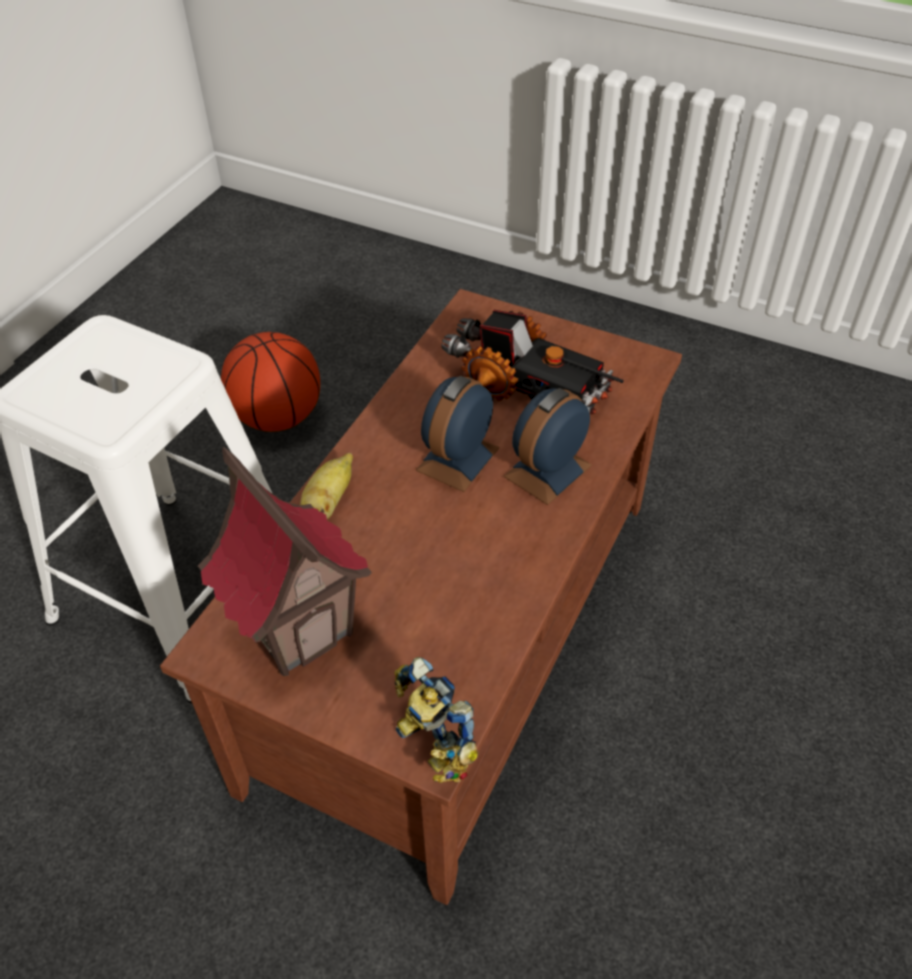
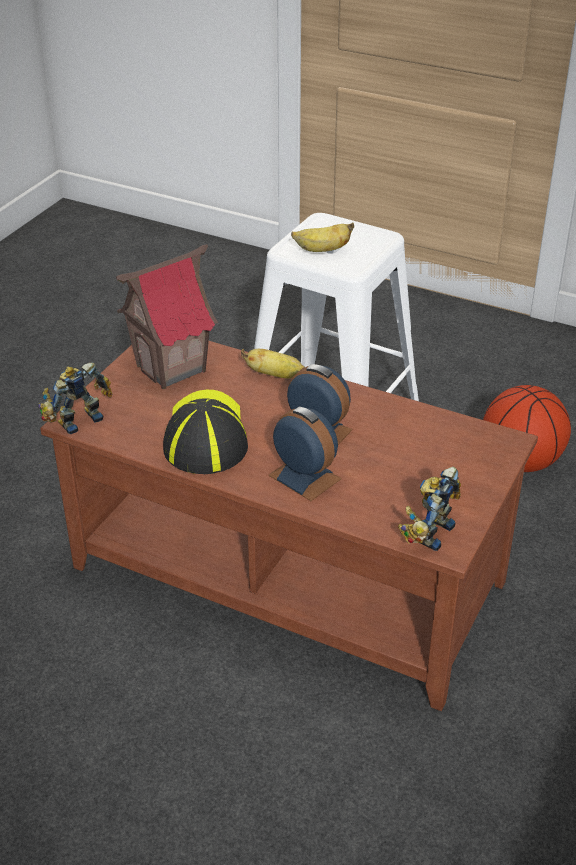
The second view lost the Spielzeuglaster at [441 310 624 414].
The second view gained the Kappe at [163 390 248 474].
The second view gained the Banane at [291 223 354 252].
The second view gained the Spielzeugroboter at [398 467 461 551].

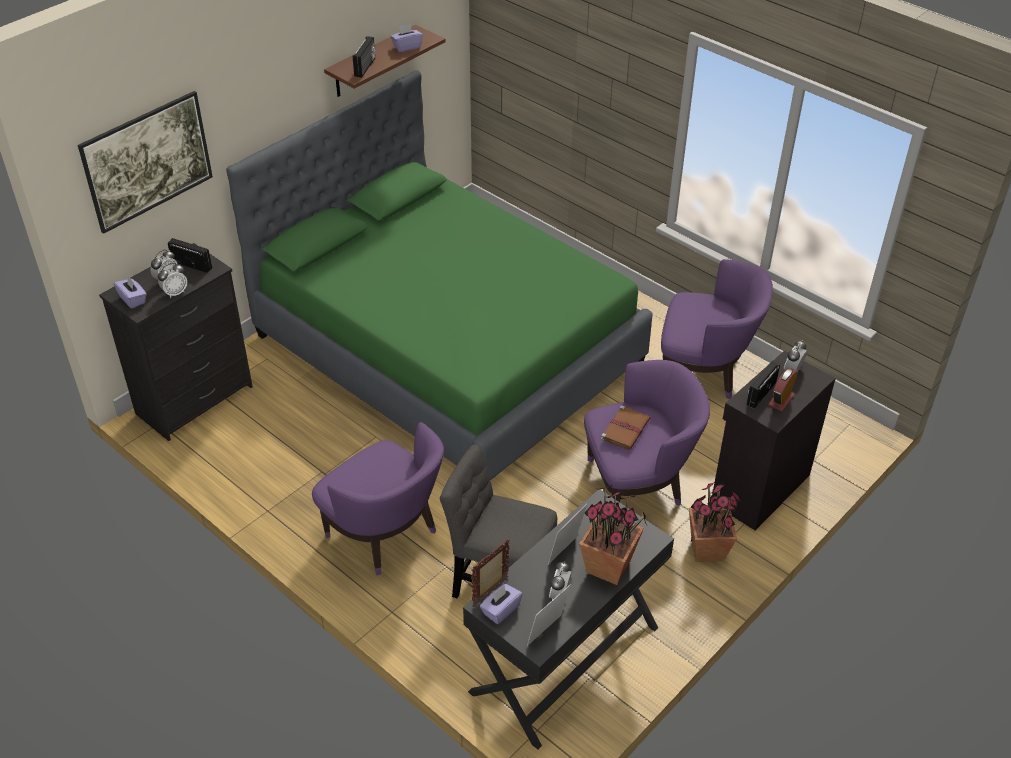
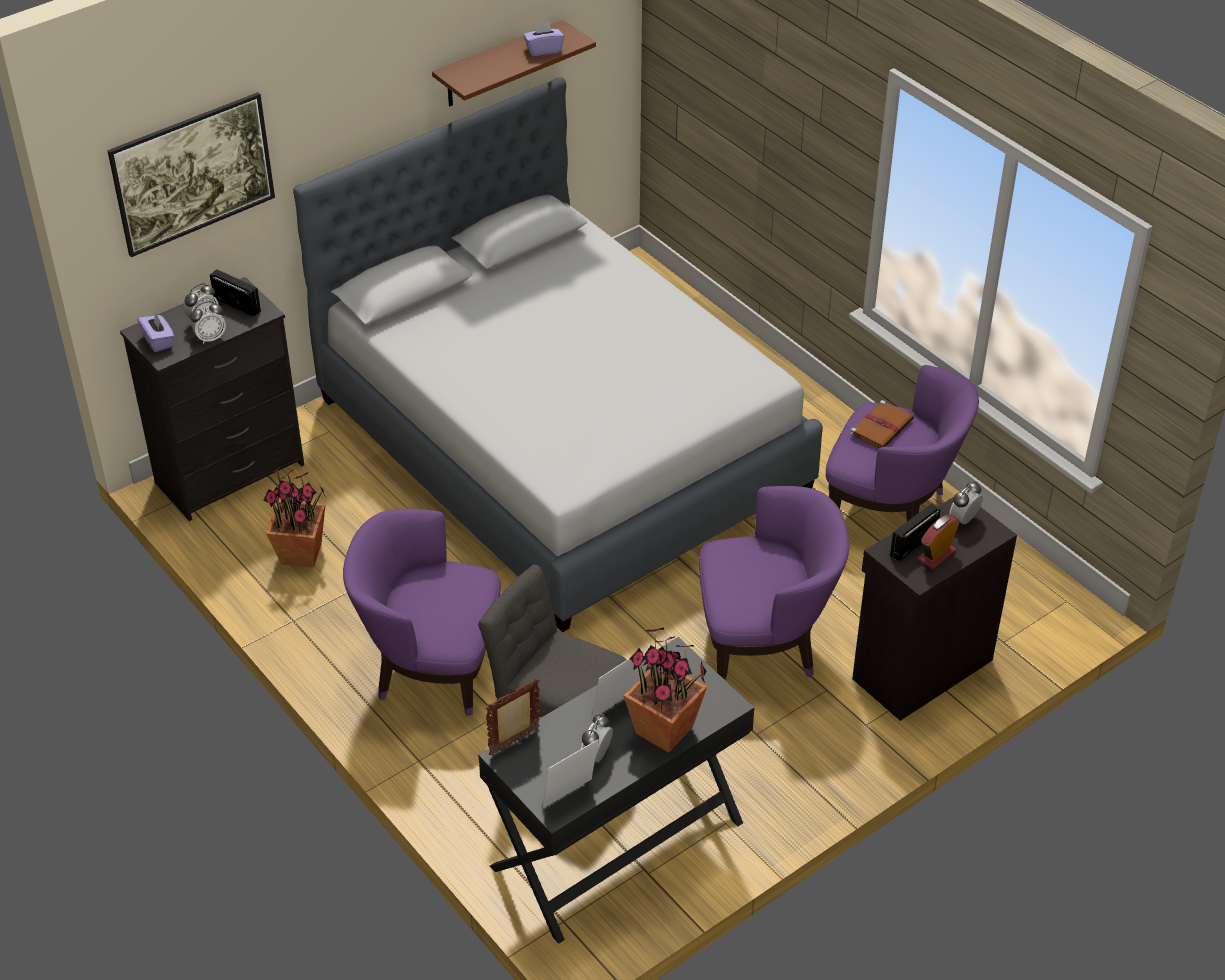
The second view lost the Radio at [353 36 375 78].
The second view lost the Taschentuchbox [lila] at [480 584 523 624].
The Buch [braun] ended up elsewhere, having gone from [601 406 651 450] to [850 400 914 449].
The Topfpflanze ended up elsewhere, having gone from [689 483 741 562] to [263 465 326 567].
What was the Bett [grün] at [226 70 653 480] turned into the Bett [grau] at [293 77 823 632].
The Sessel [lila] at [312 422 444 575] ended up facing another way, 135 degrees clockwise from before.

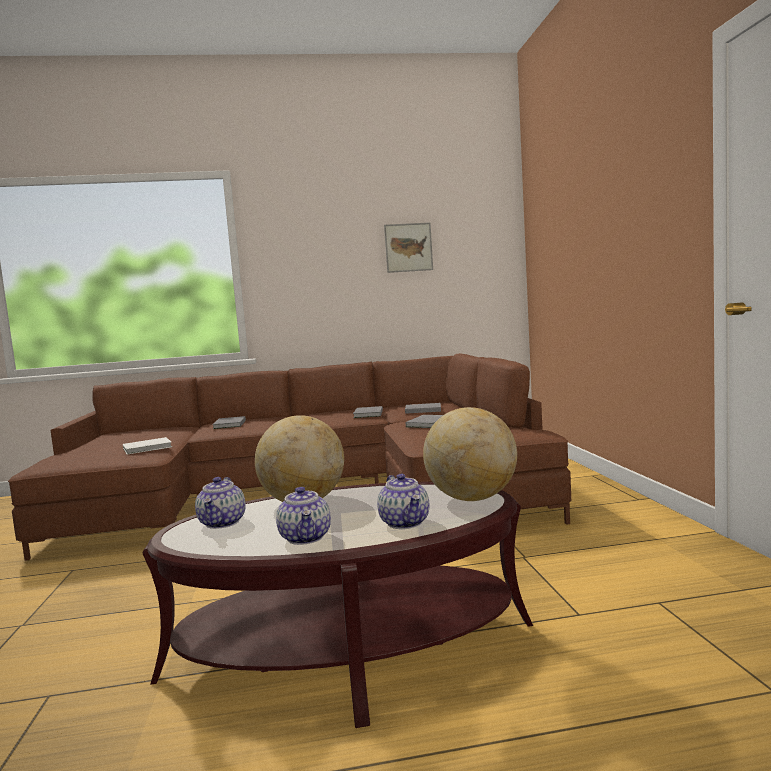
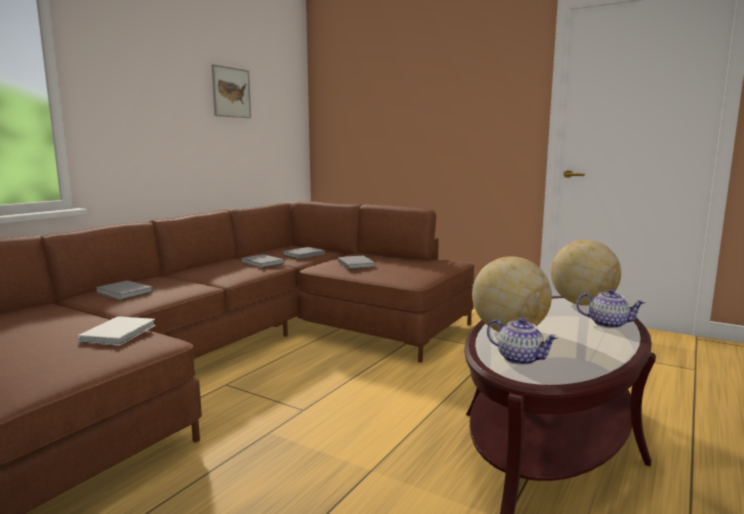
The second view lost the Teekanne at [276 487 331 545].

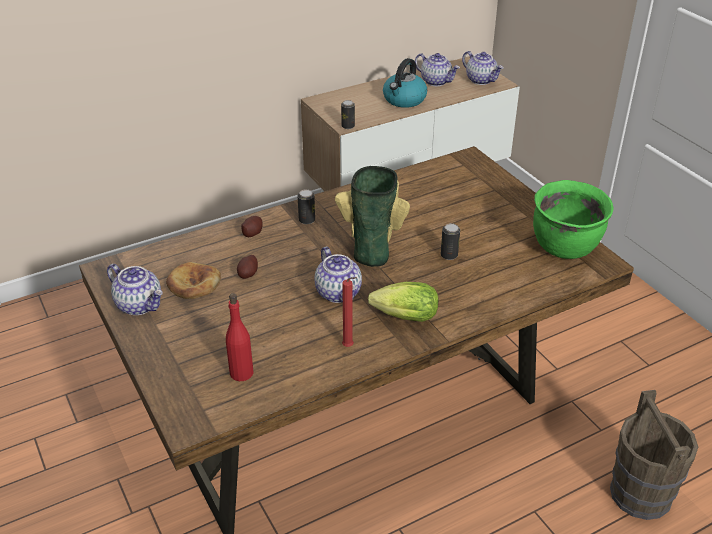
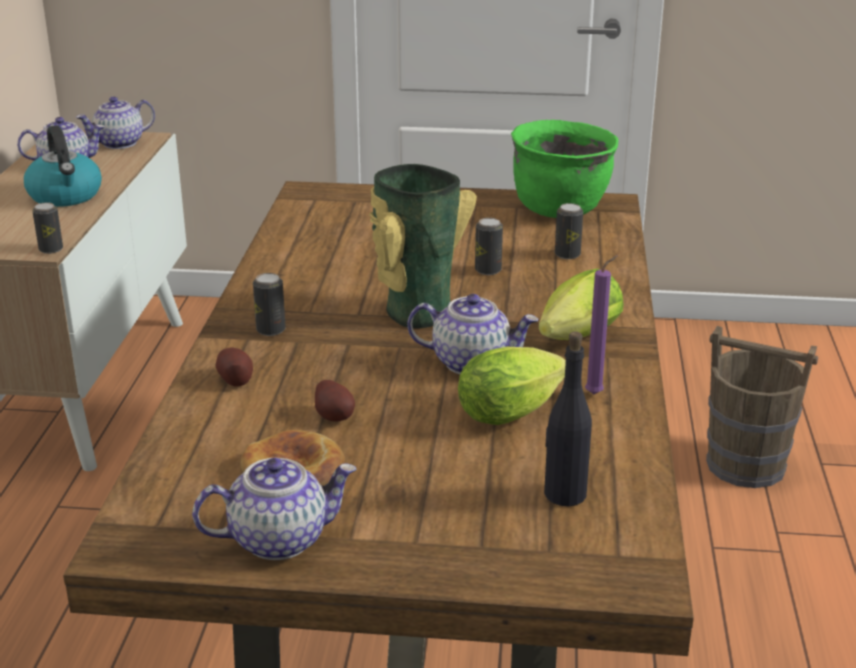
The second view gained the Salatkopf at [458 347 566 425].
The second view gained the Dose at [555 203 583 259].
What was the Flasche [rot] at [226 293 253 381] turned into the Flasche [schwarz] at [544 332 592 506].
What was the Kerze [rot] at [342 277 356 347] turned into the Kerze [lila] at [585 255 618 394].
The Teekanne at [462 51 503 85] ended up facing another way, 150 degrees clockwise from before.

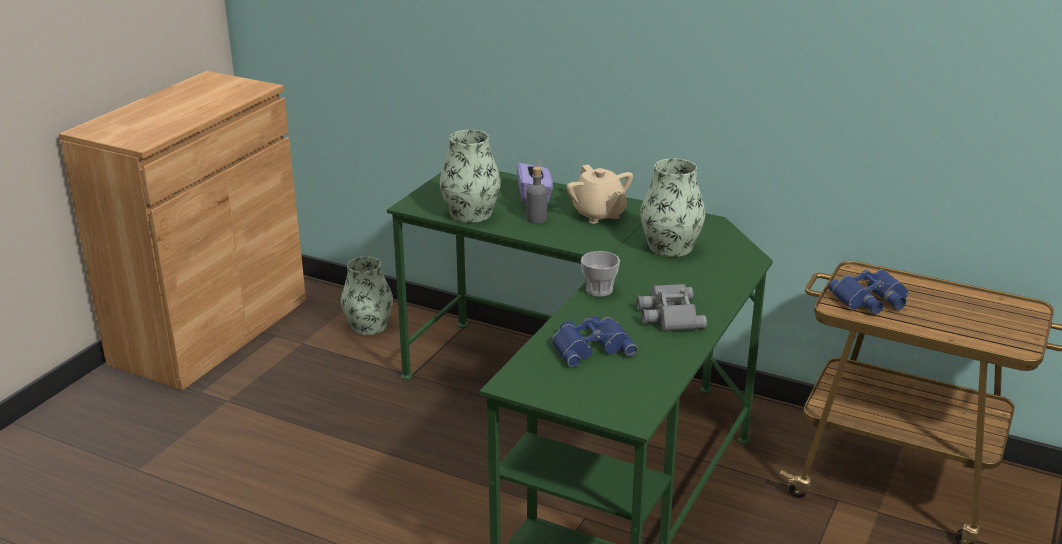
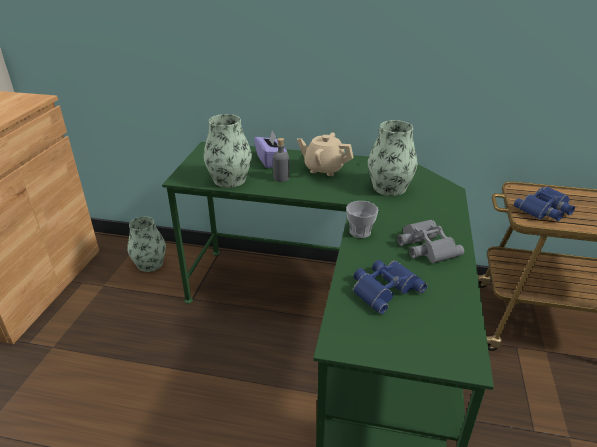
The Teekanne [beige] at [567 165 633 224] ended up facing another way, 150 degrees clockwise from before.

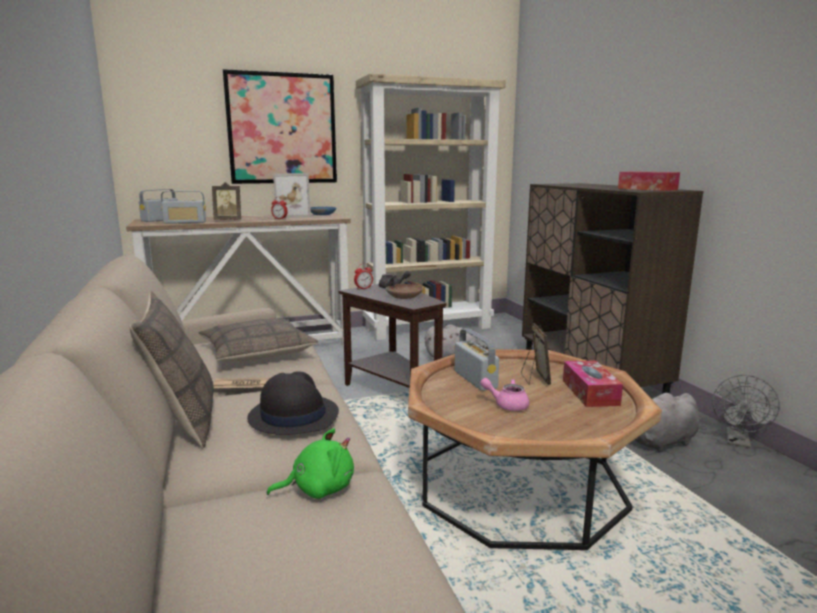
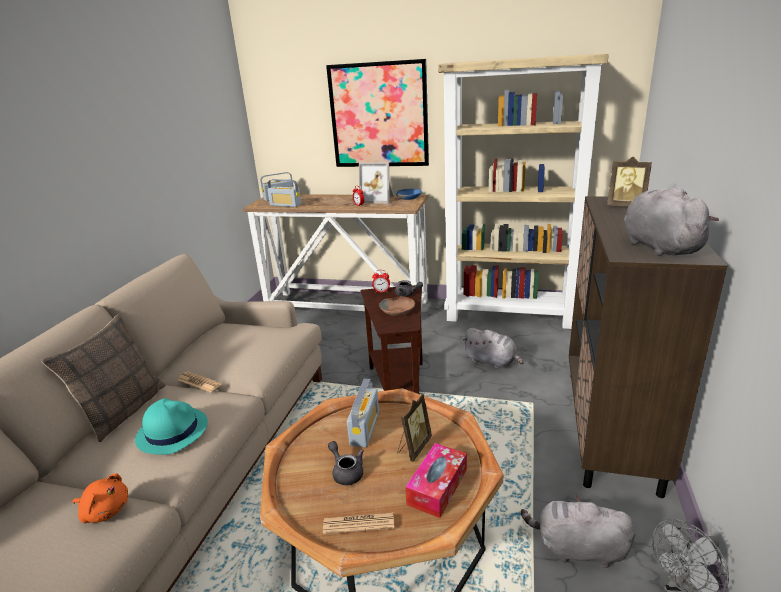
The second view lost the Kissen at [199 318 318 362].
The second view gained the Zeitung at [323 512 394 534].
The Bilderrahmen ended up elsewhere, having gone from [212 182 241 220] to [607 157 652 206].
Where the Taschentuchbox stood at [618 171 680 191], the Plüschtier [grau] came to stand at [624 186 719 256].
What was the Hut [schwarz] at [247 371 339 435] turned into the Hut [türkis] at [135 398 208 455].
What was the Plüschtier [grün] at [267 428 354 499] turned into the Plüschtier [orange] at [72 473 128 524].
What was the Teekanne [rosa] at [480 378 529 411] turned into the Teekanne [grau] at [328 441 364 485].

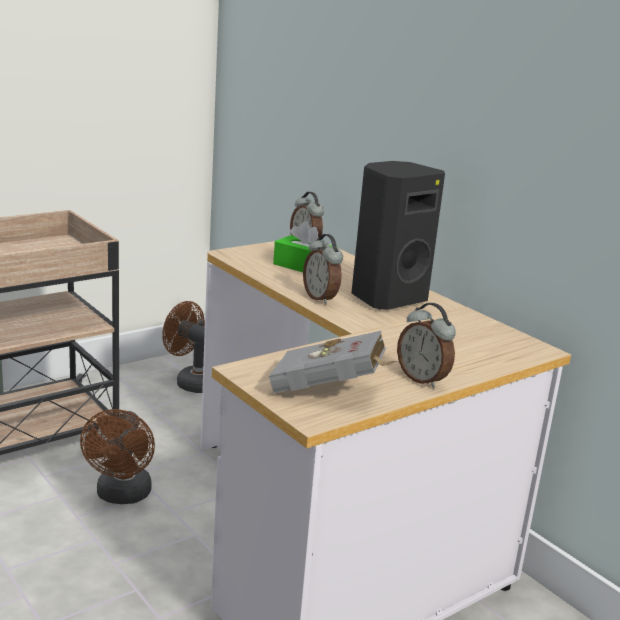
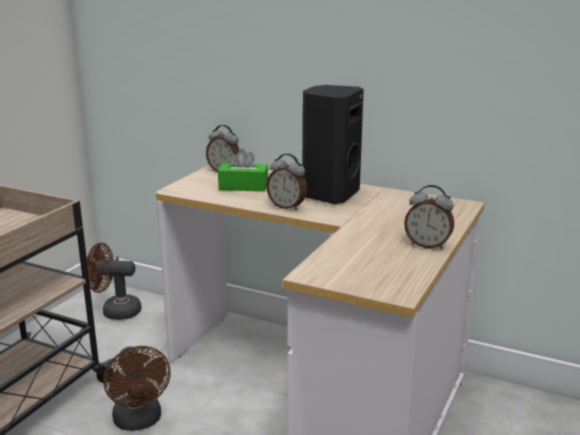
The second view lost the Buch [grau] at [269 331 397 393].

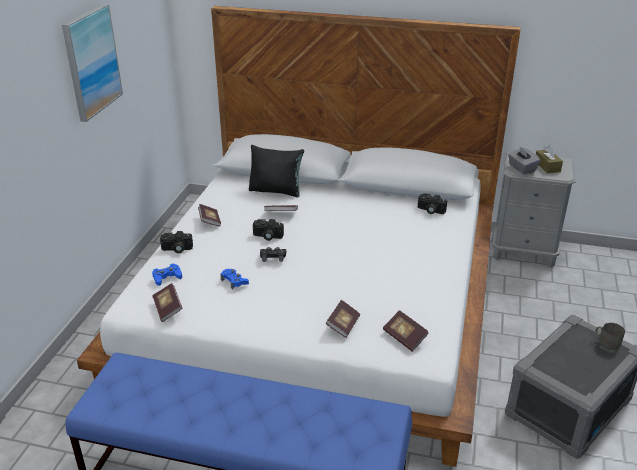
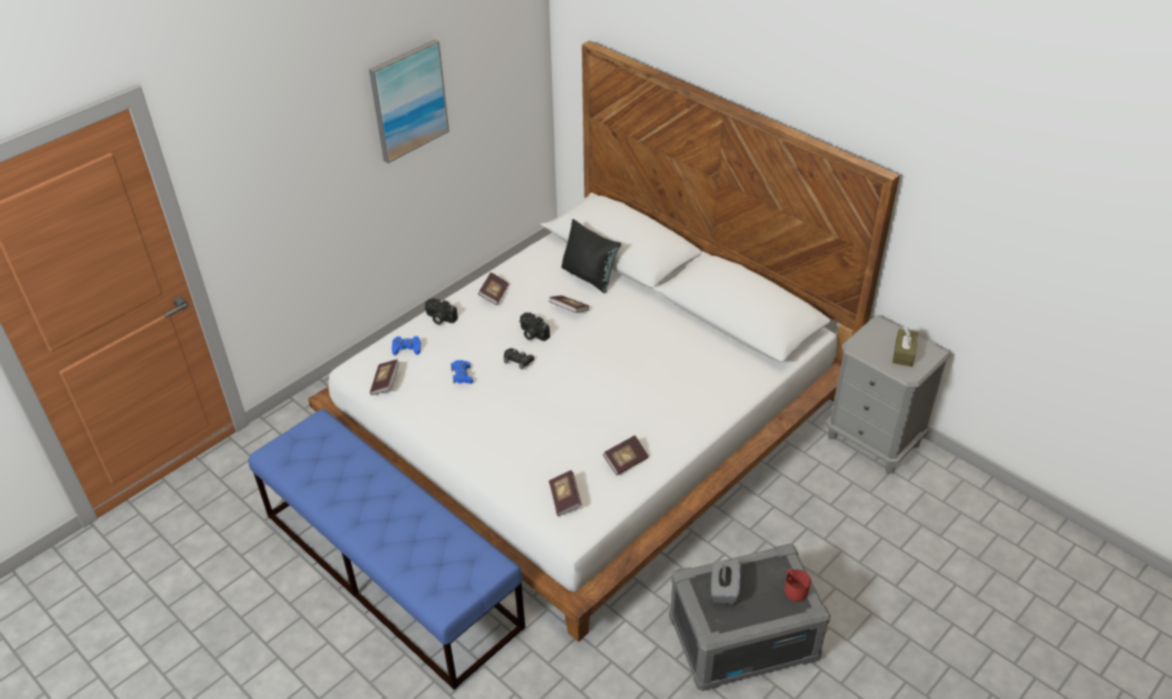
The second view lost the Kamera at [418 193 447 214].
The Buch ended up elsewhere, having gone from [326 300 360 338] to [603 435 648 475].
The Taschentuchbox [grau] ended up elsewhere, having gone from [508 147 540 174] to [711 560 741 604].
What was the Henkelbecher [grau] at [596 323 625 350] turned into the Henkelbecher [rot] at [785 569 811 602].

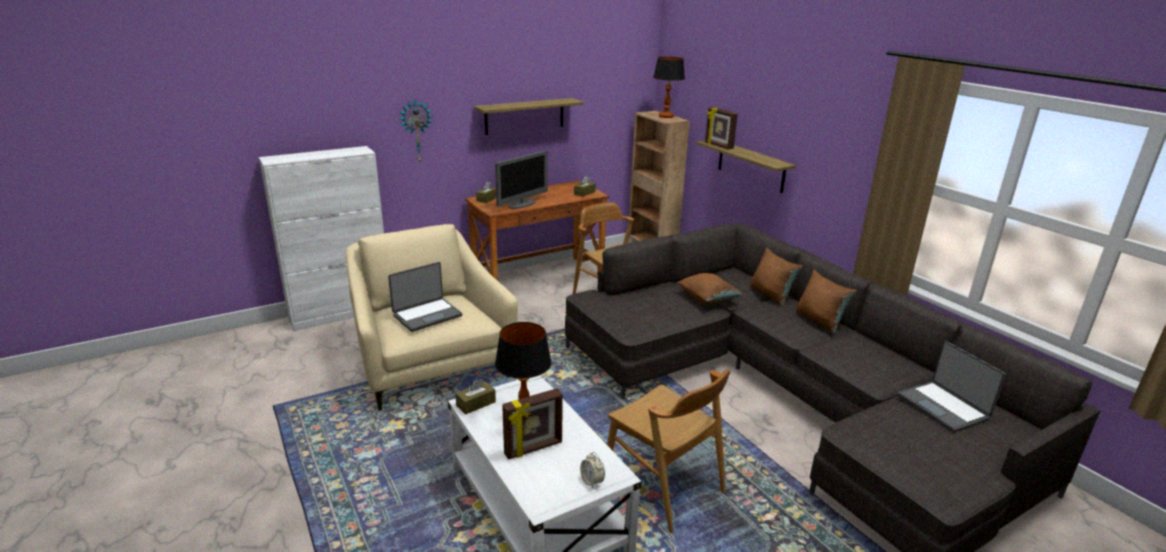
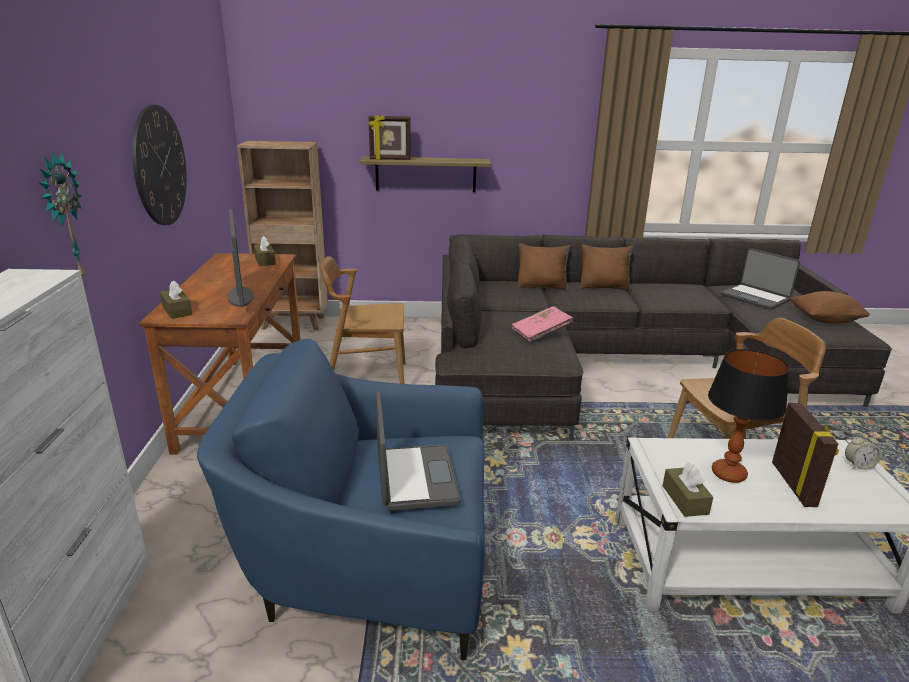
The second view lost the Tischlampe at [653 57 685 118].
The second view gained the Buch [rosa] at [512 306 574 342].
The Kissen [braun] ended up elsewhere, having gone from [677 273 743 305] to [789 291 870 324].
Where the Wandregal hung at [474 98 584 135], the Wanduhr came to hang at [132 105 187 225].
What was the Sessel [beige] at [346 224 518 411] turned into the Sessel [blau] at [197 339 485 660].
The Laptop at [898 341 1006 433] ended up facing another way, 45 degrees clockwise from before.

